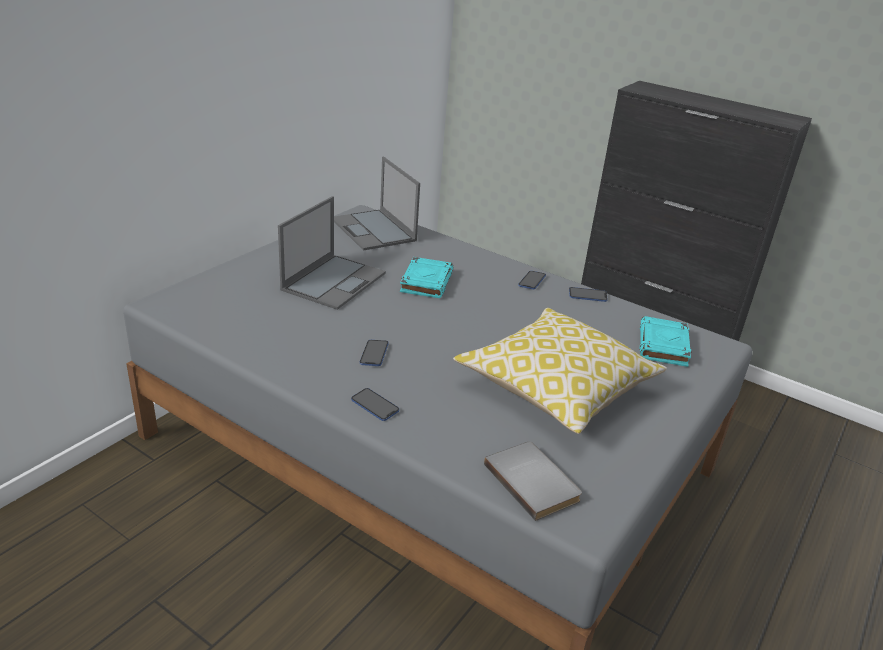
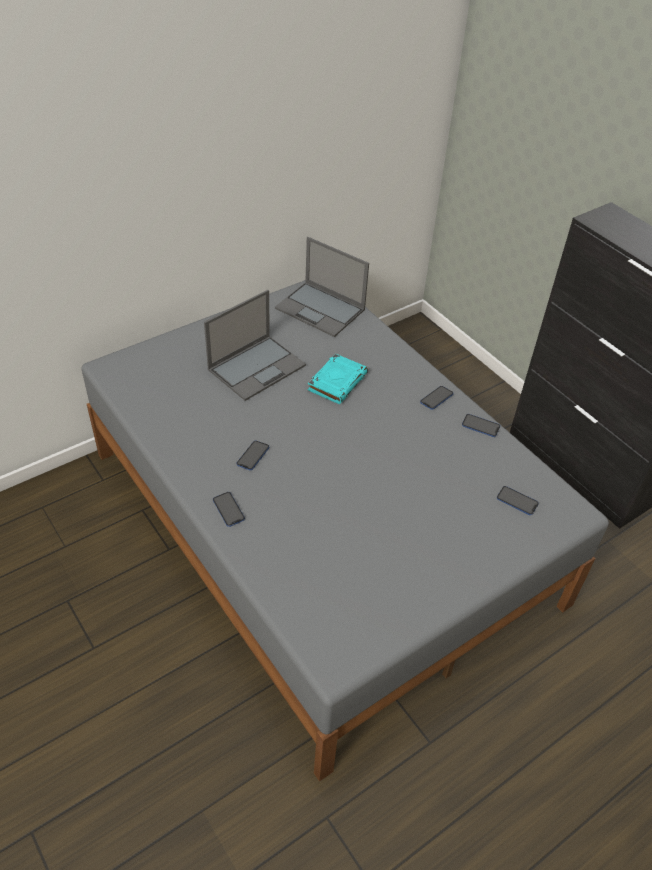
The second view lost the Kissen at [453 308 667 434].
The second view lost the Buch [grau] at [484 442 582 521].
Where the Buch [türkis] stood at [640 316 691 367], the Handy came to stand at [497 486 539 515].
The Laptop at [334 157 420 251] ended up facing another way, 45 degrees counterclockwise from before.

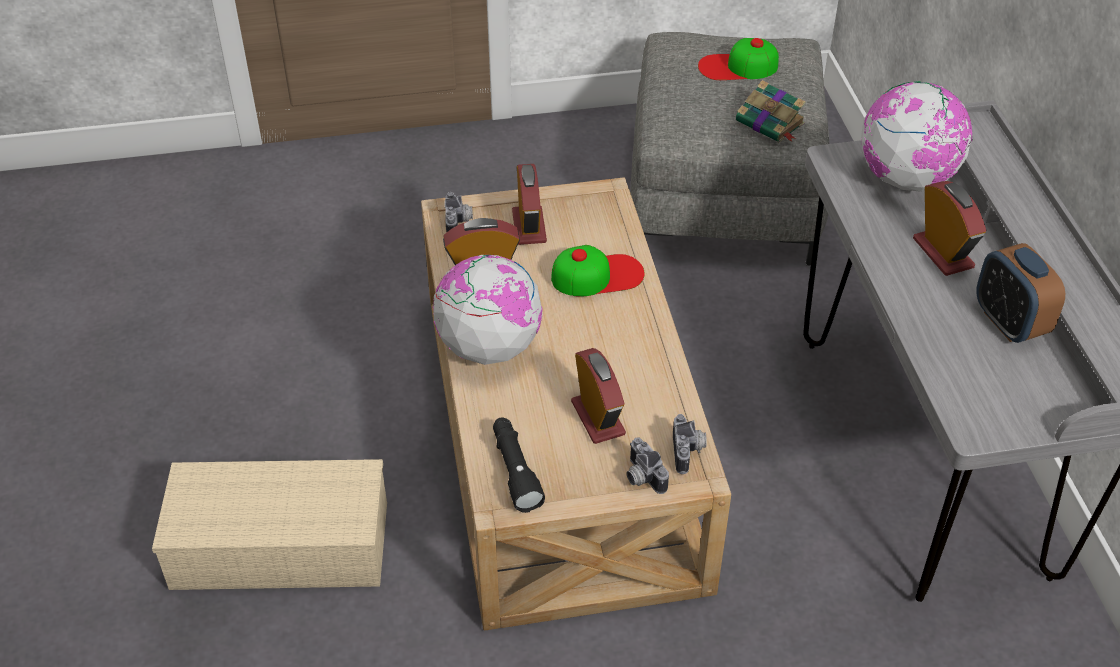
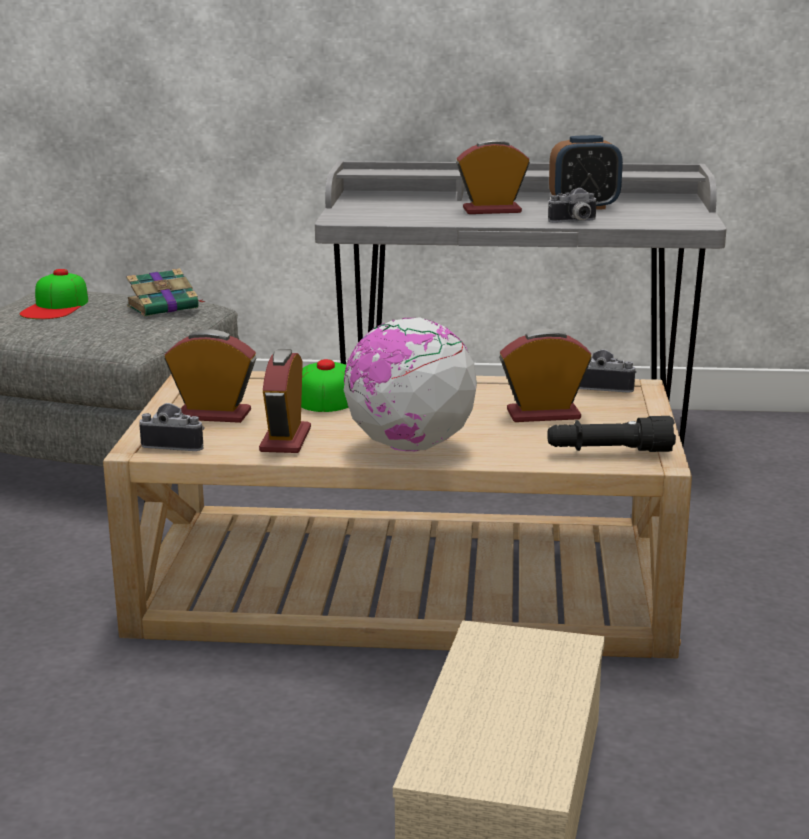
The second view lost the Globus at [861 81 972 192].
The Kamera ended up elsewhere, having gone from [627 437 669 494] to [548 188 598 223].

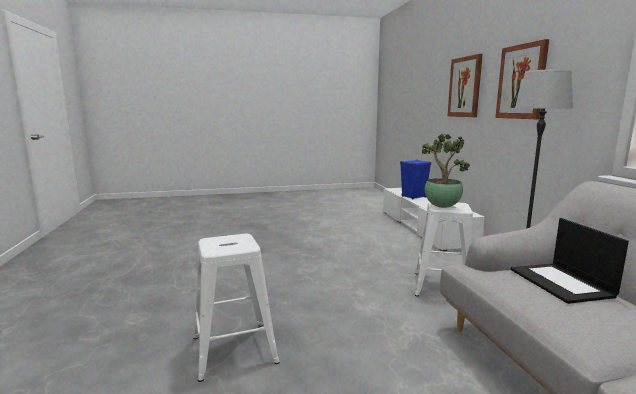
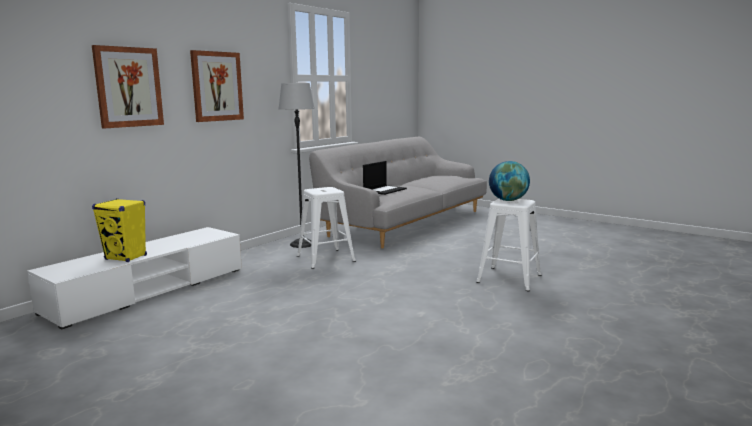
The second view lost the Topfpflanze at [422 134 470 208].
The second view gained the Globus at [489 161 530 201].
What was the Lautsprecher [blau] at [400 160 431 199] turned into the Lautsprecher [gelb] at [92 199 147 262].

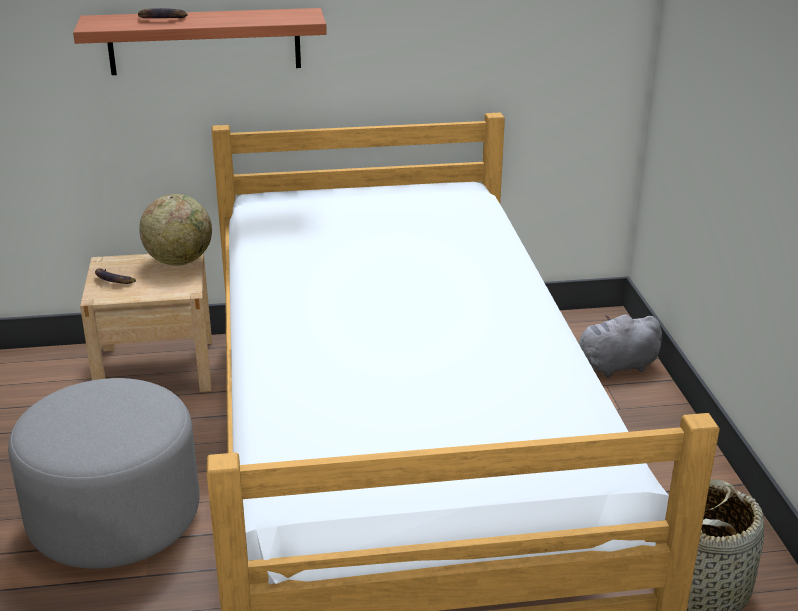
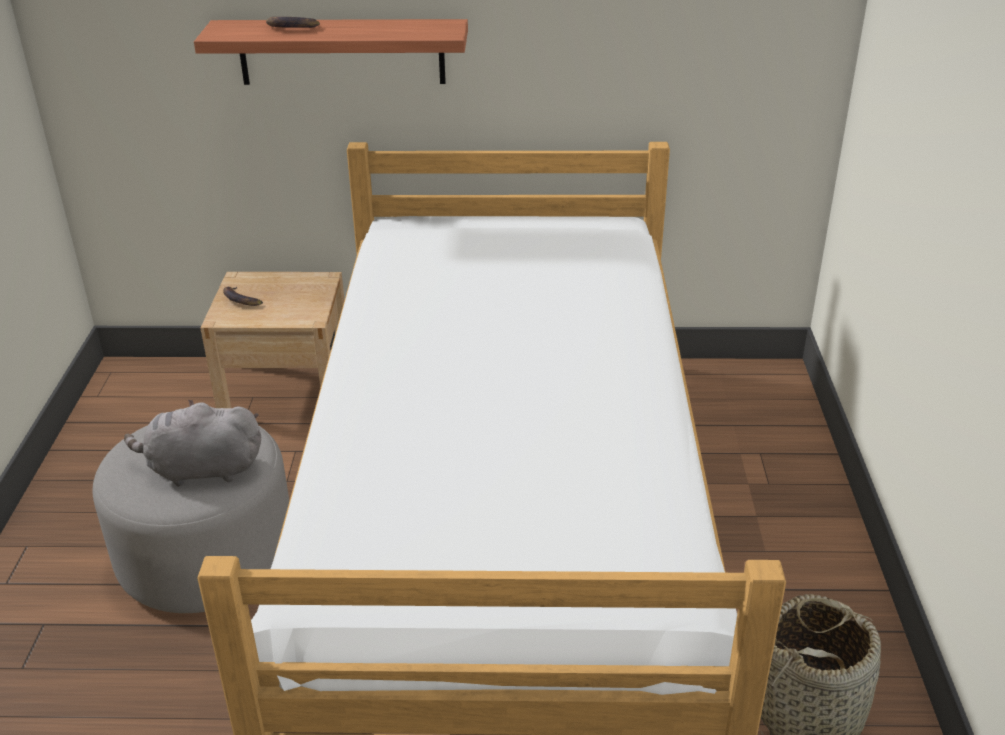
The second view lost the Globus at [139 194 212 266].
The Plüschtier [grau] ended up elsewhere, having gone from [579 314 662 378] to [124 399 261 487].

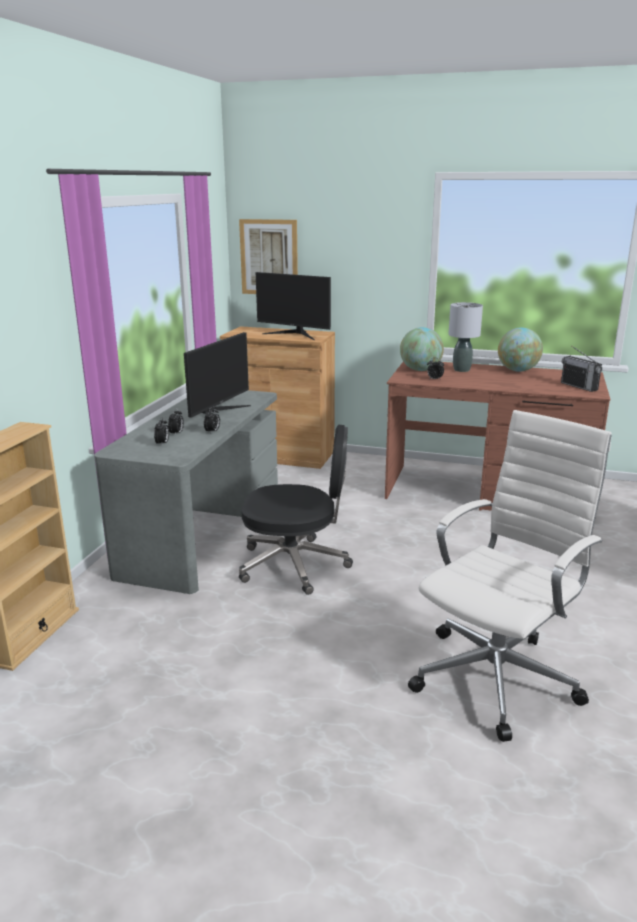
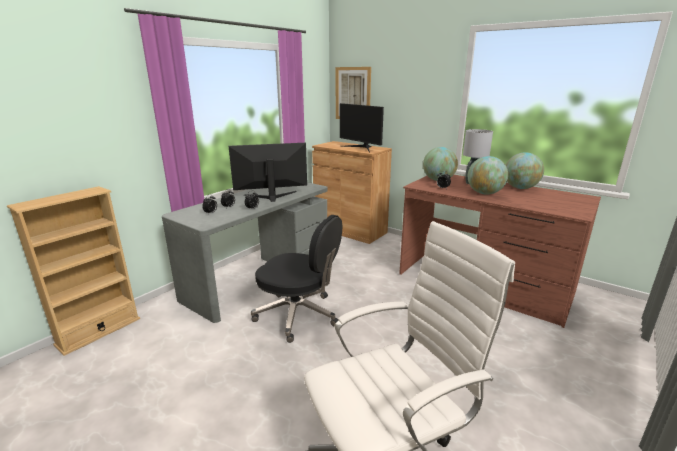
The second view lost the Radio at [561 346 602 392].
The second view gained the Globus at [468 156 508 195].
The Monitor at [184 332 251 418] ended up facing another way, 150 degrees counterclockwise from before.

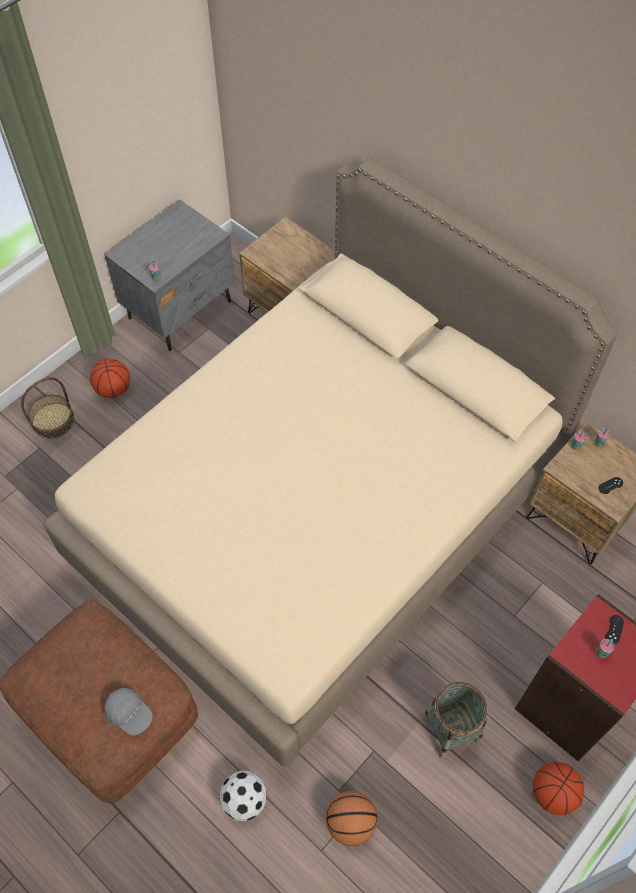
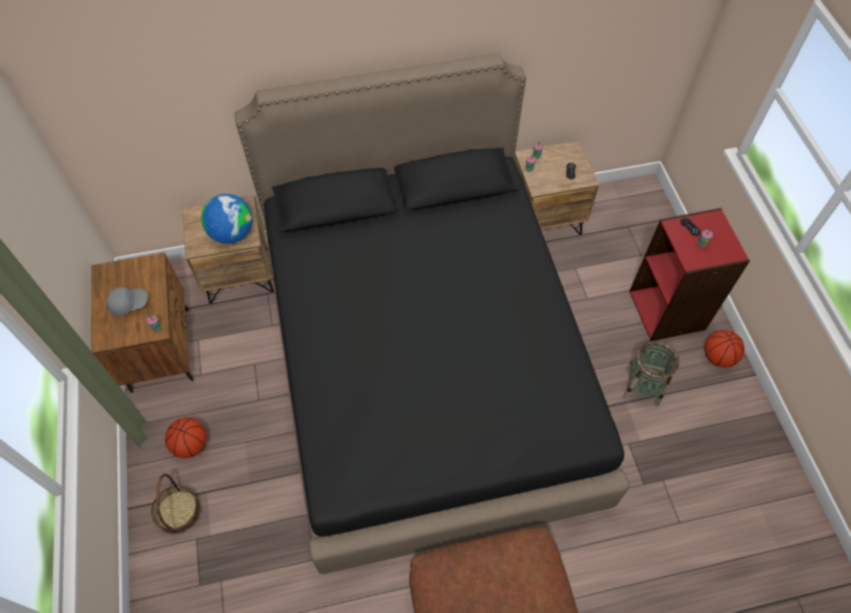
The second view lost the Fußball at [219 771 267 821].
The second view lost the Basketball at [326 791 377 846].
The second view gained the Globus at [201 194 253 244].
The Kappe [grau] ended up elsewhere, having gone from [104 688 152 735] to [106 287 148 317].
What was the Bett [beige] at [43 158 618 767] turned into the Bett [schwarz] at [235 53 630 574].
What was the Nachttisch [grau] at [104 200 235 351] turned into the Nachttisch [braun] at [91 252 194 393].

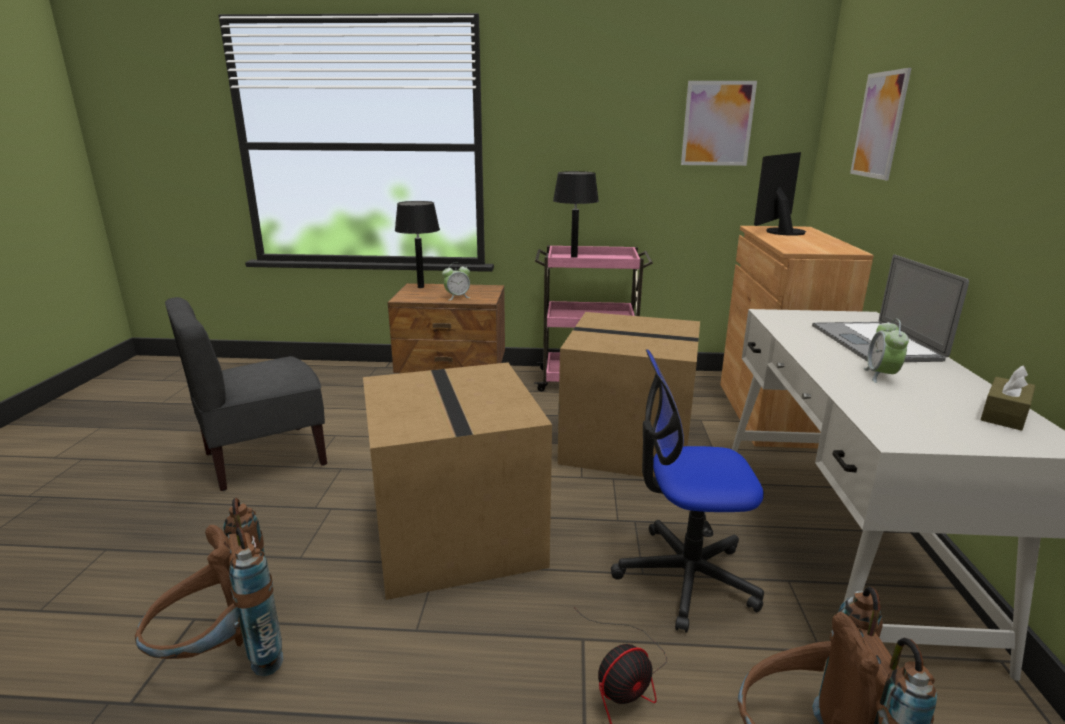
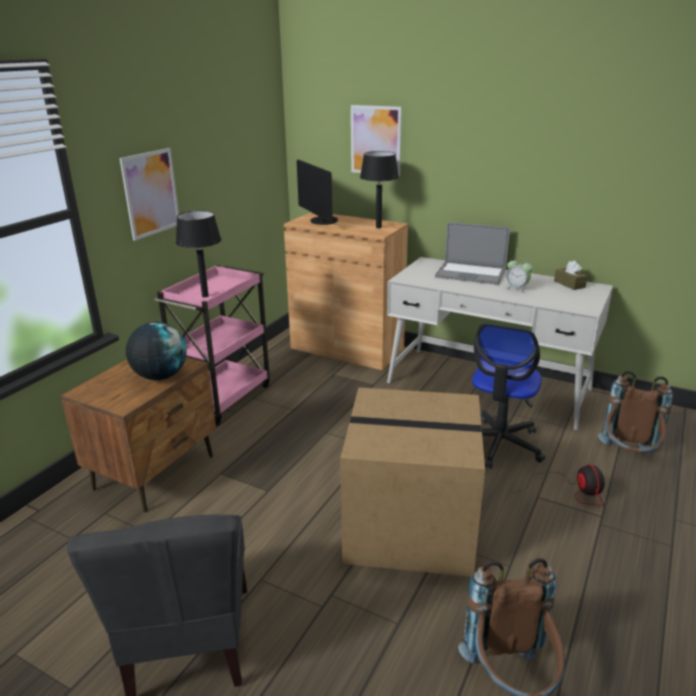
The second view lost the Karton at [557 312 700 477].
The Tischlampe [schwarz] ended up elsewhere, having gone from [395 201 440 288] to [360 151 399 229].
The Bild ended up elsewhere, having gone from [681 81 757 166] to [119 148 179 241].
Where the Wecker stood at [442 263 471 300], the Globus came to stand at [126 322 187 380].

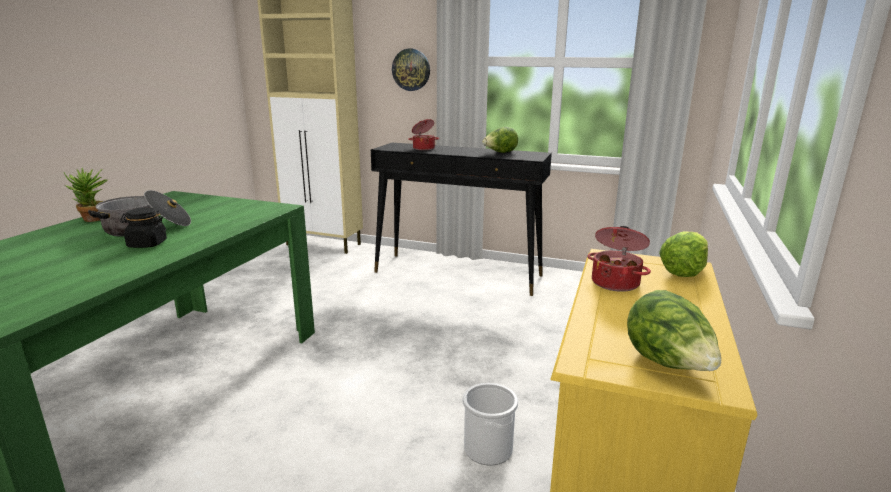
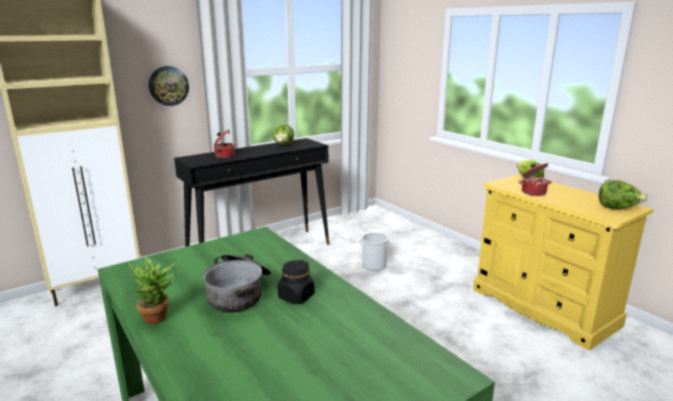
The Eimer ended up elsewhere, having gone from [463 383 518 465] to [359 233 391 271].

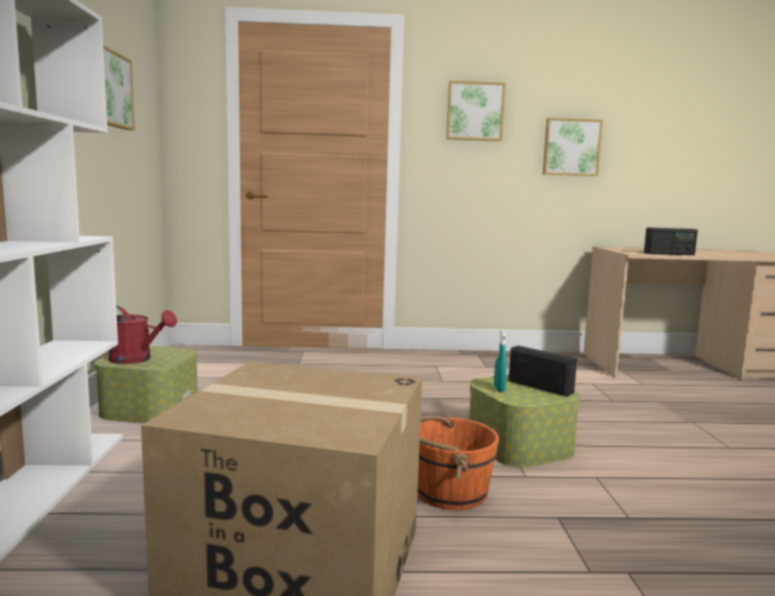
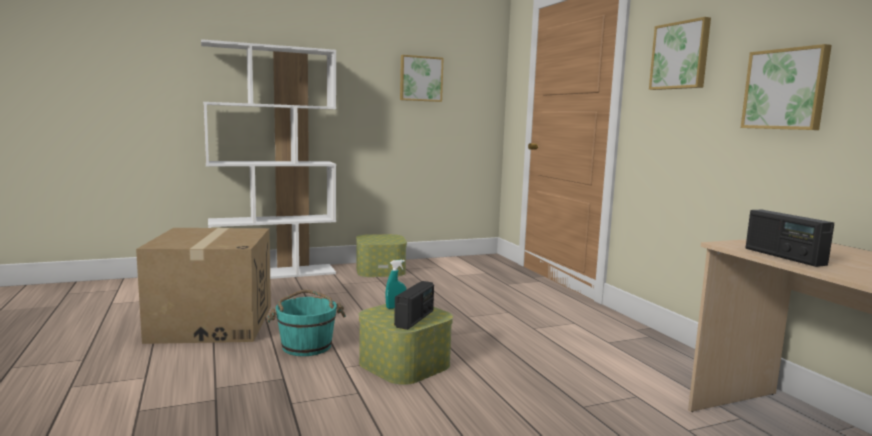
The second view lost the Gießkanne [rot] at [109 305 177 364].
What was the Eimer [orange] at [418 415 499 510] turned into the Eimer [türkis] at [266 290 346 356].

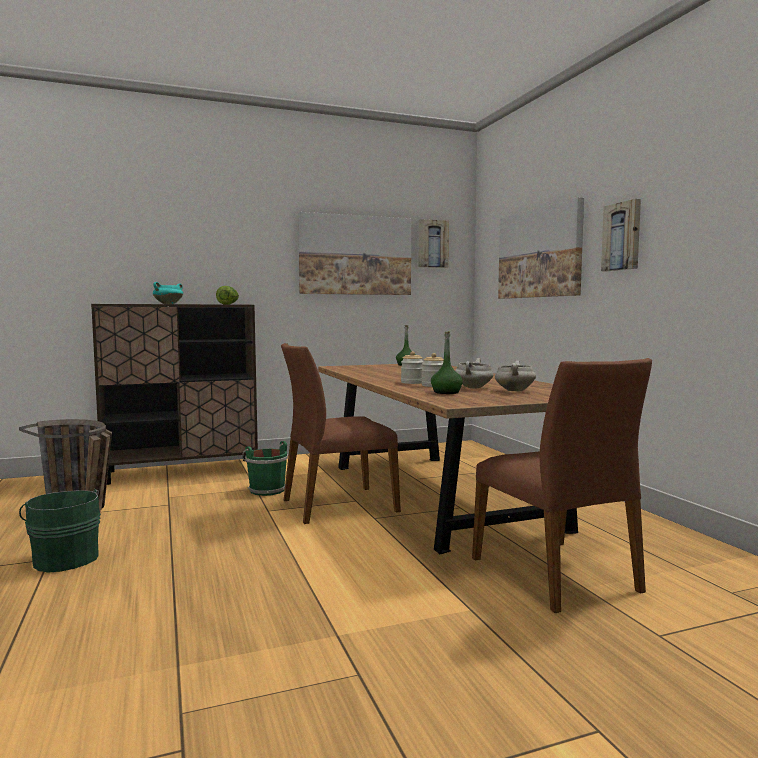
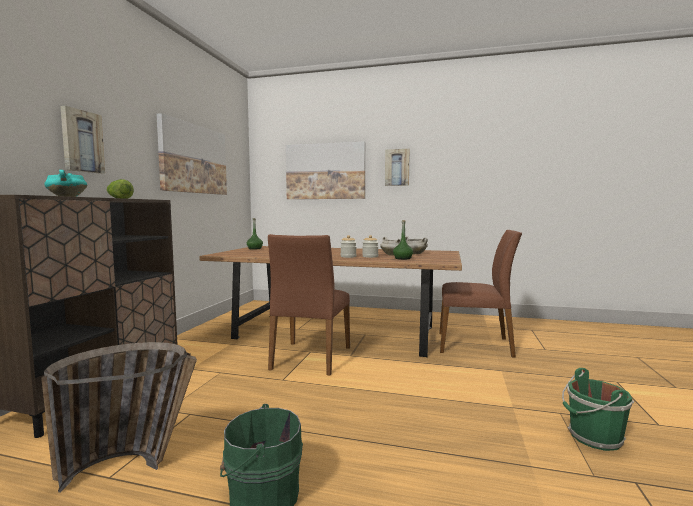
The Eimer [grün] ended up elsewhere, having gone from [242 441 288 496] to [562 368 634 451].
The Bild ended up elsewhere, having gone from [419 219 449 268] to [60 106 105 174].

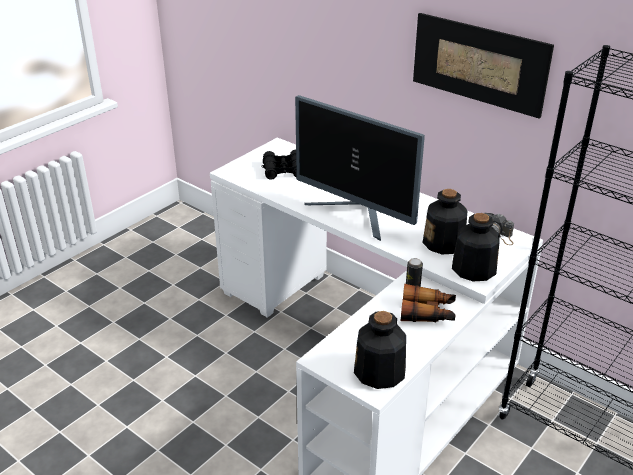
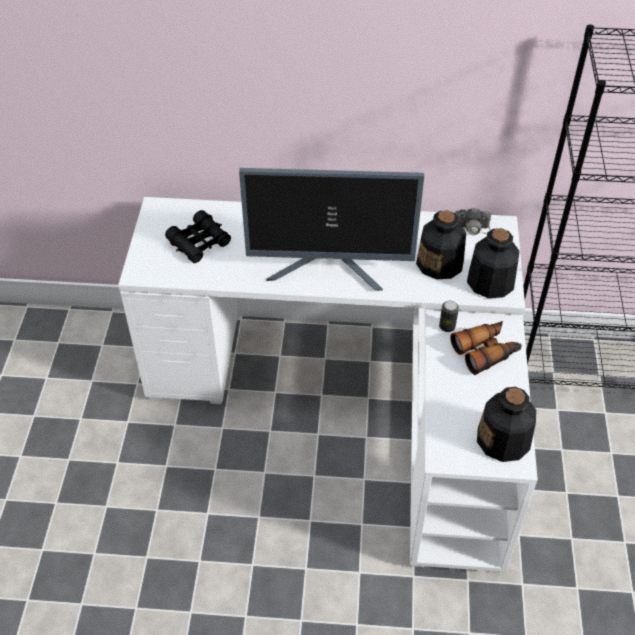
The second view lost the Bild at [413 13 554 119].

